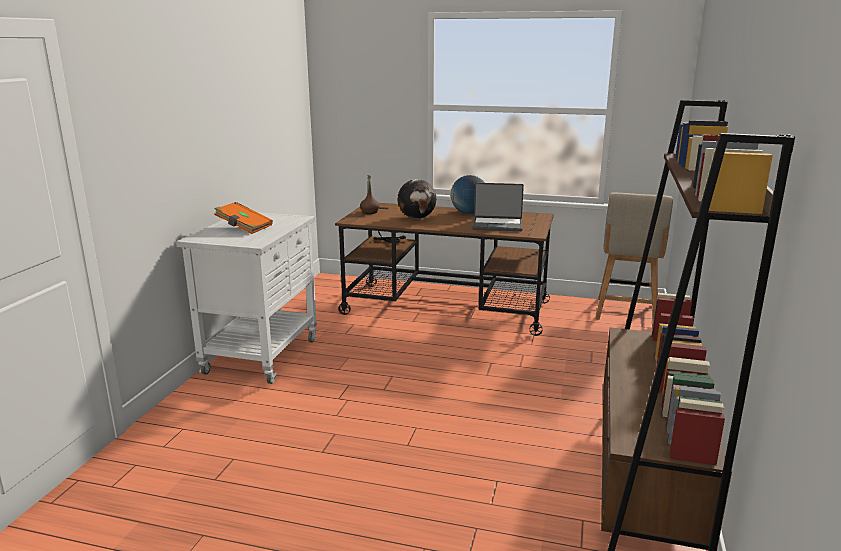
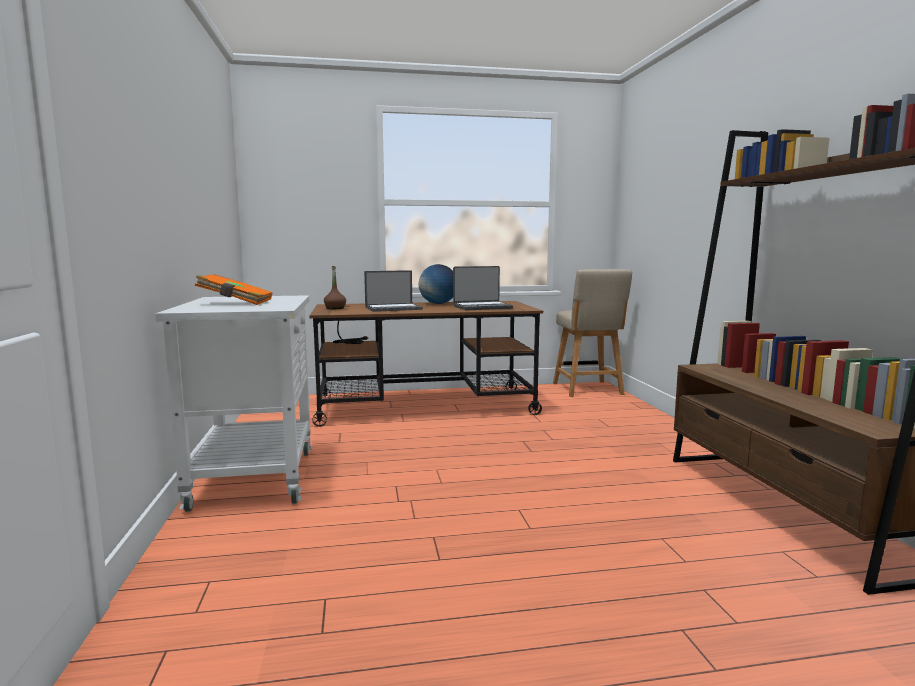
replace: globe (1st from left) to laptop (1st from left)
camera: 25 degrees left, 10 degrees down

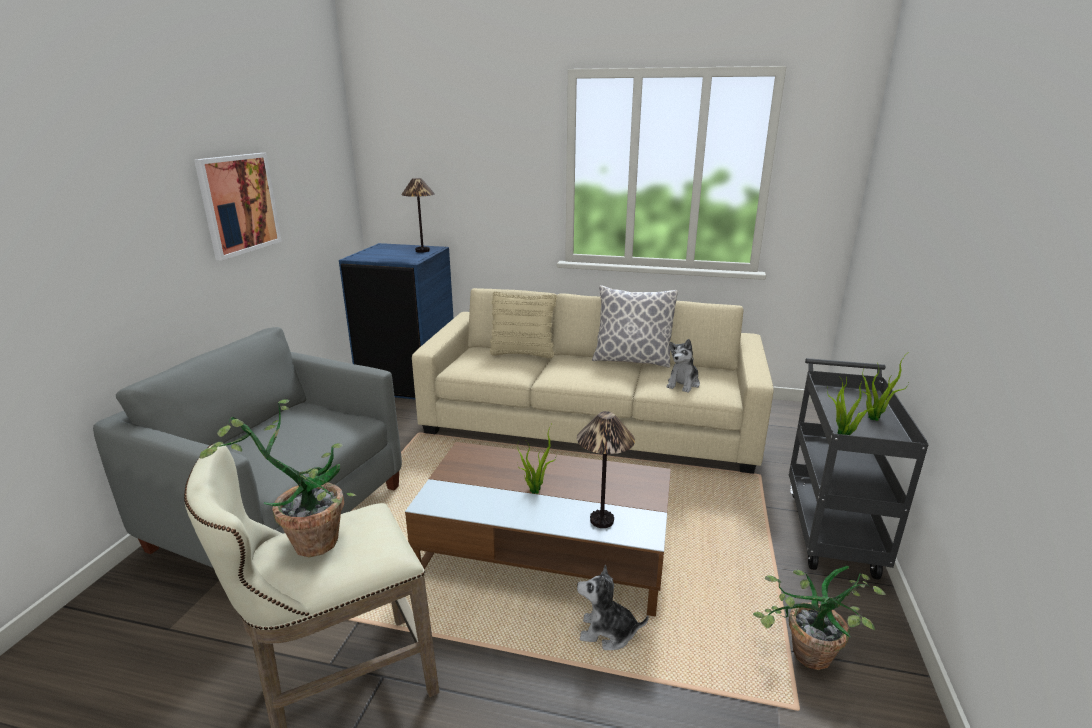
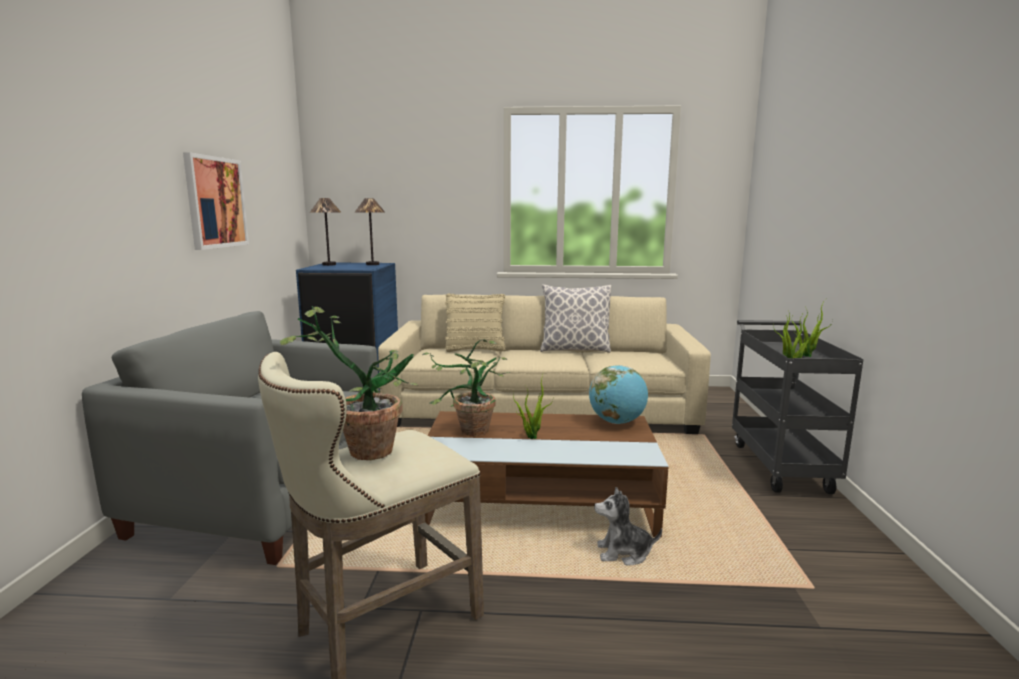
delete: plush_toy (2nd from left)
insert: globe
move: table_lamp (2nd from left in the first image) to table_lamp (1st from left); potted_plant (3rd from left in the first image) to potted_plant (2nd from left)
camera: 10 degrees left, 10 degrees down

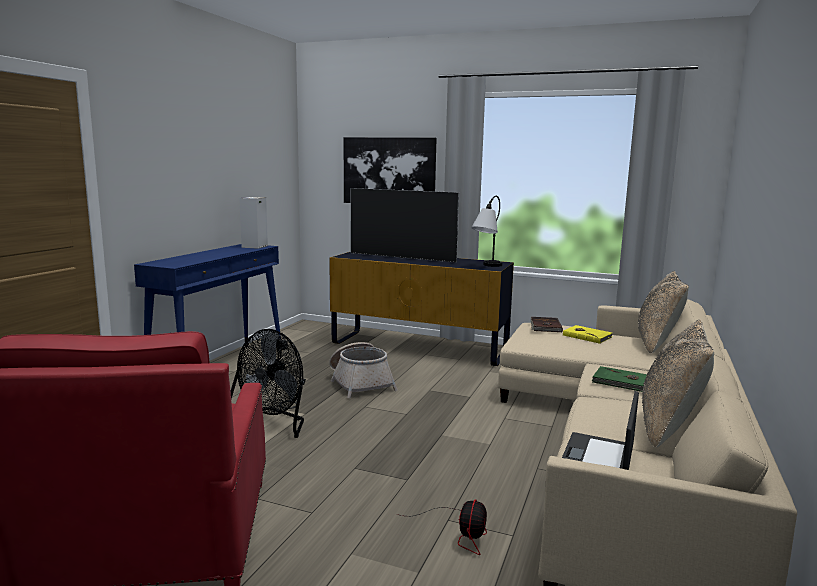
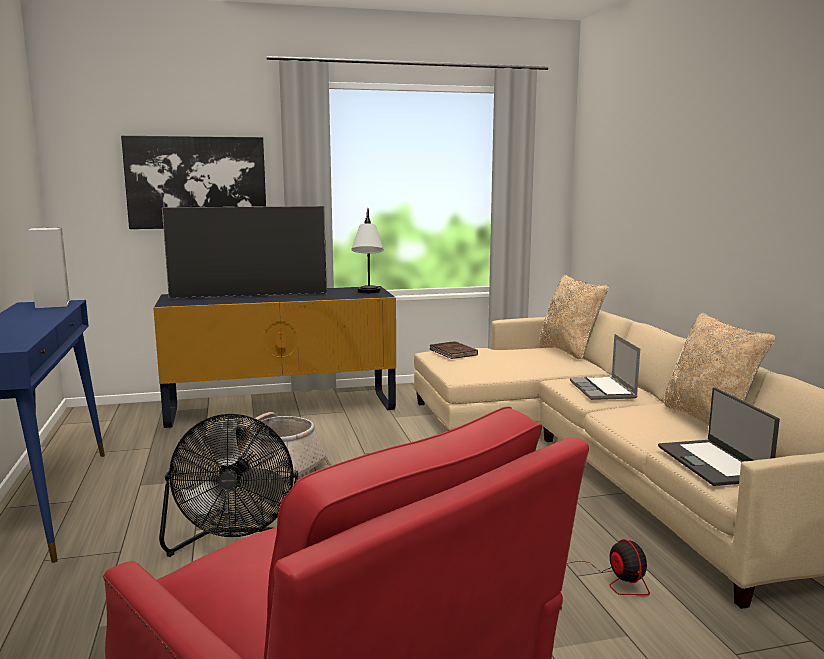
delete: yellow_book
replace: green_book to laptop (1st from left)
camera: 35 degrees left, 0 degrees up

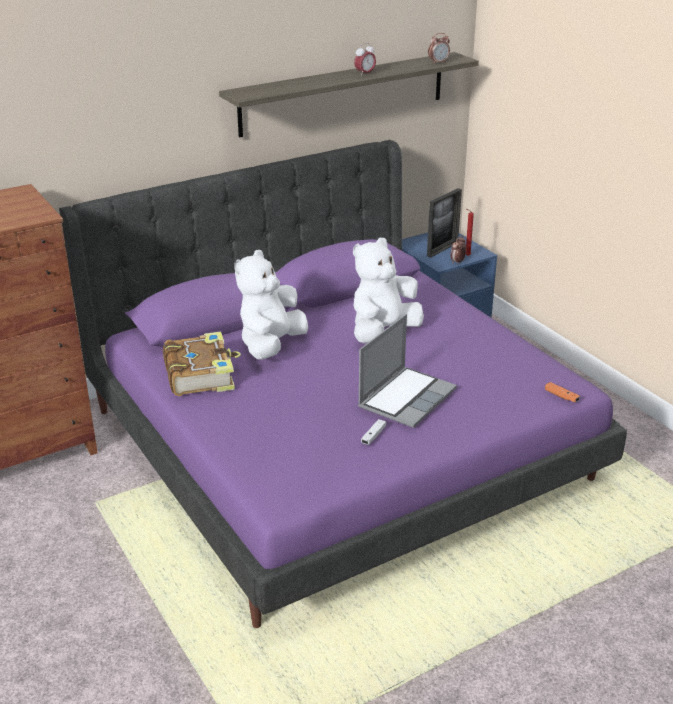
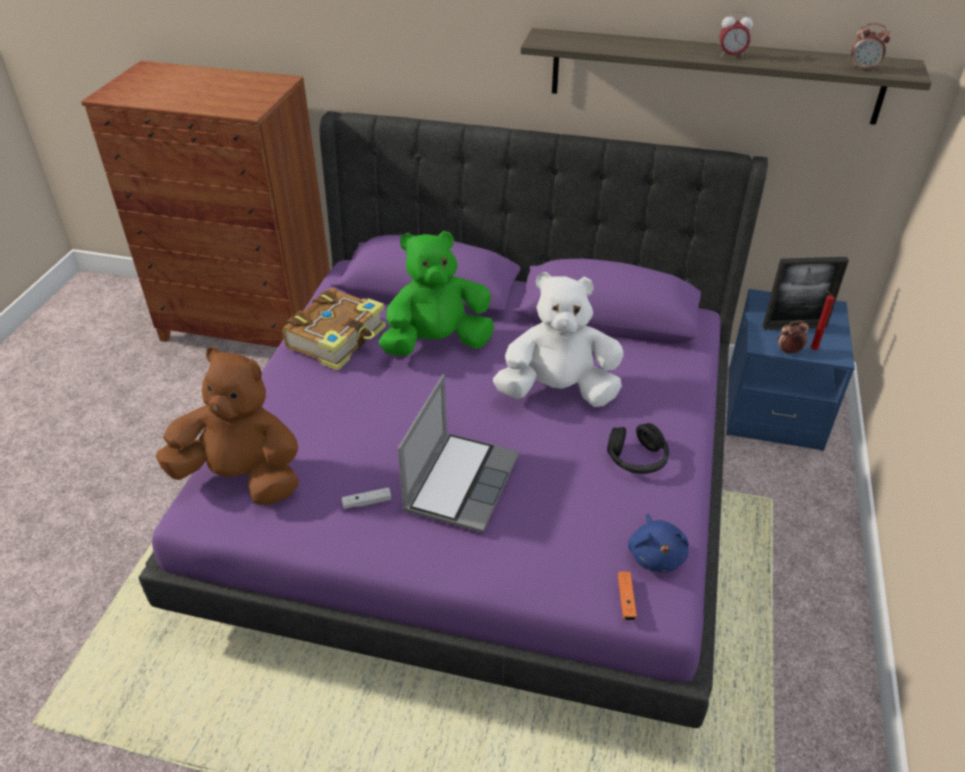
insert: brown_plush_toy; black_headphones; blue_plush_toy
recolor: white_plush_toy (1st from left) to green_plush_toy
rotate: laptop 60 degrees counterclockwise
camera: 45 degrees right, 10 degrees up

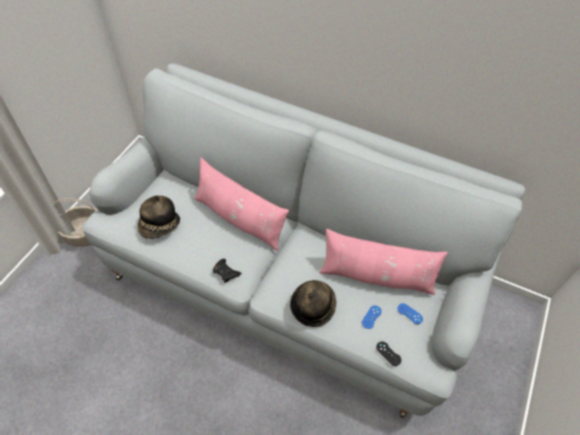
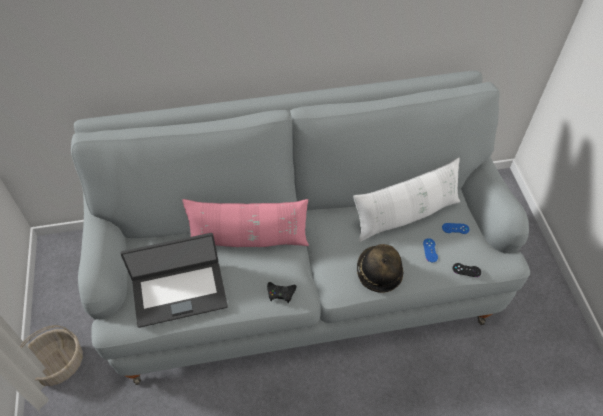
replace: hat (1st from left) to laptop
recolor: pink_pillow (2nd from left) to white_pillow
camera: 35 degrees left, 0 degrees up

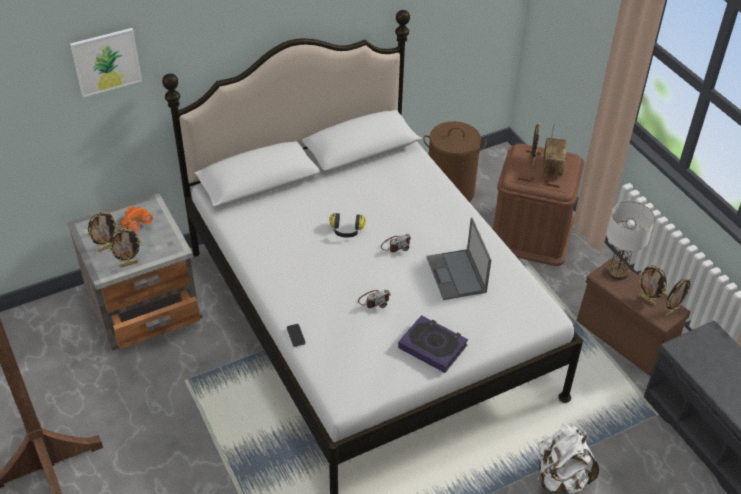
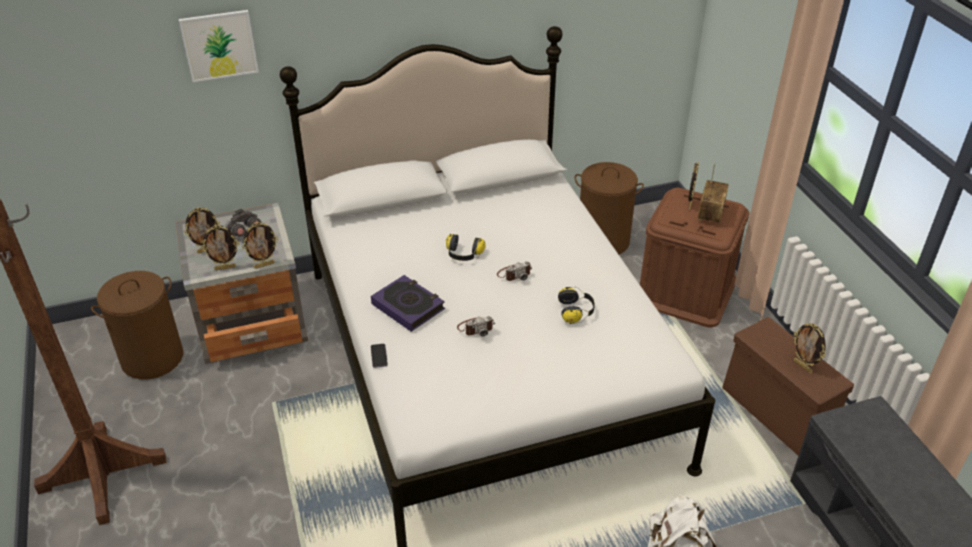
delete: table_lamp
insert: brown_laundry_basket (1st from left)
move: book; picture_frame (5th from left in the first image) to picture_frame (3rd from left)
replace: laptop to headphones (2nd from left)
recolor: orange_binoculars to grey_binoculars
camera: 10 degrees right, 5 degrees down

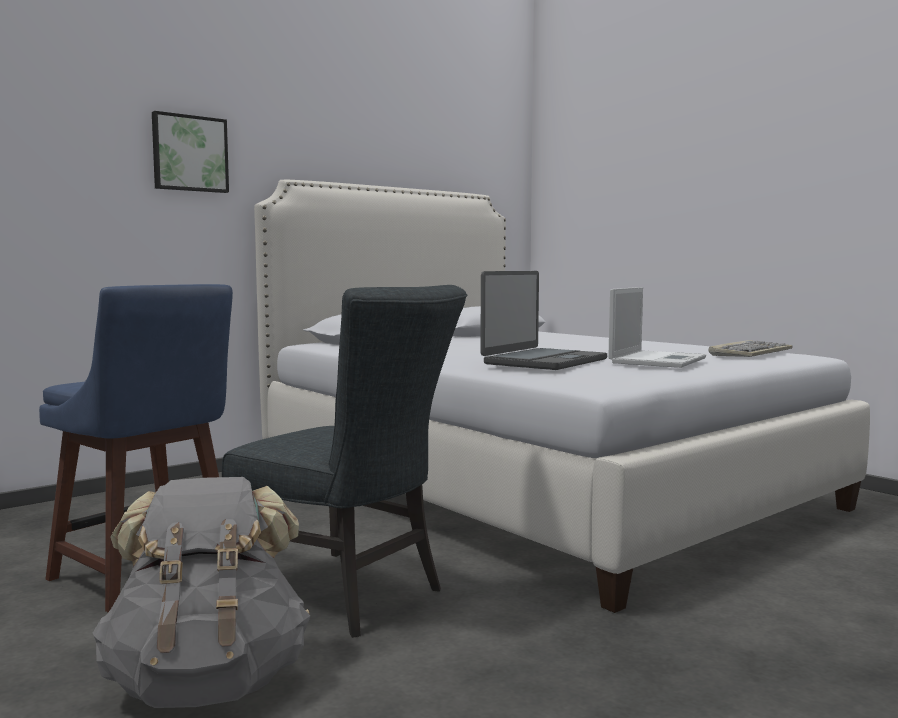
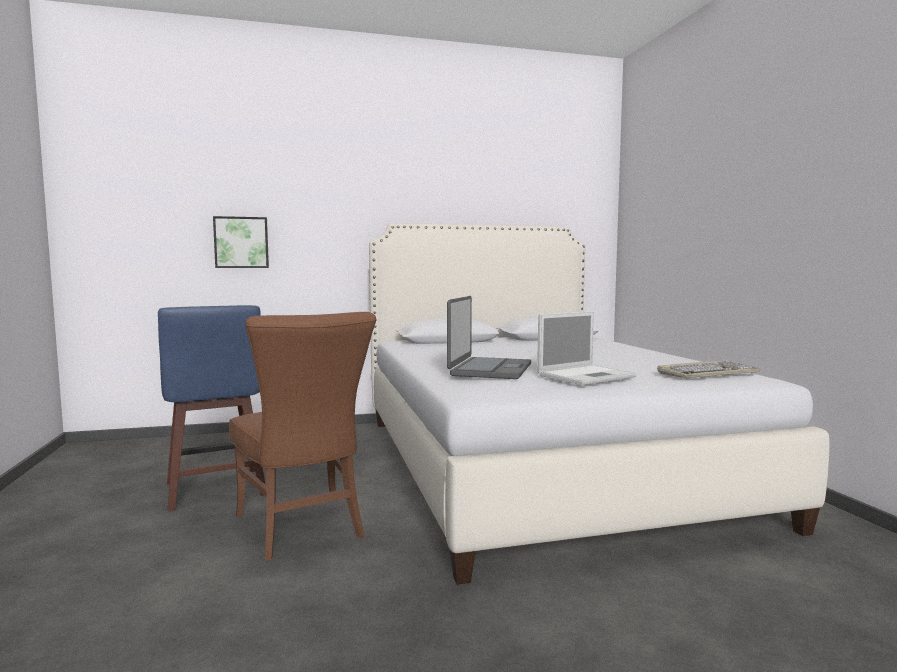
delete: grey_backpack
move: picture
recolor: grey_chair to brown_chair
rotate: laptop (1st from left) 45 degrees counterclockwise
camera: 25 degrees right, 0 degrees up

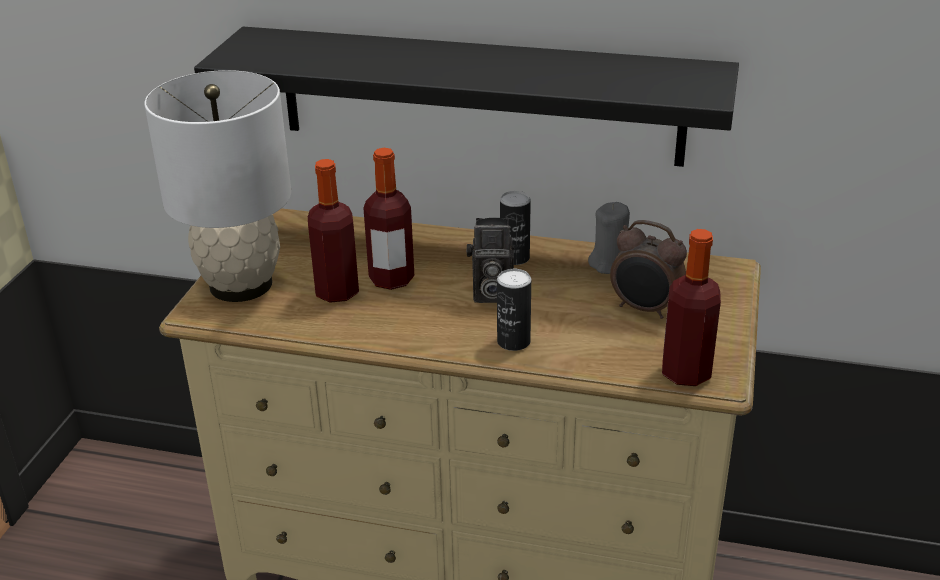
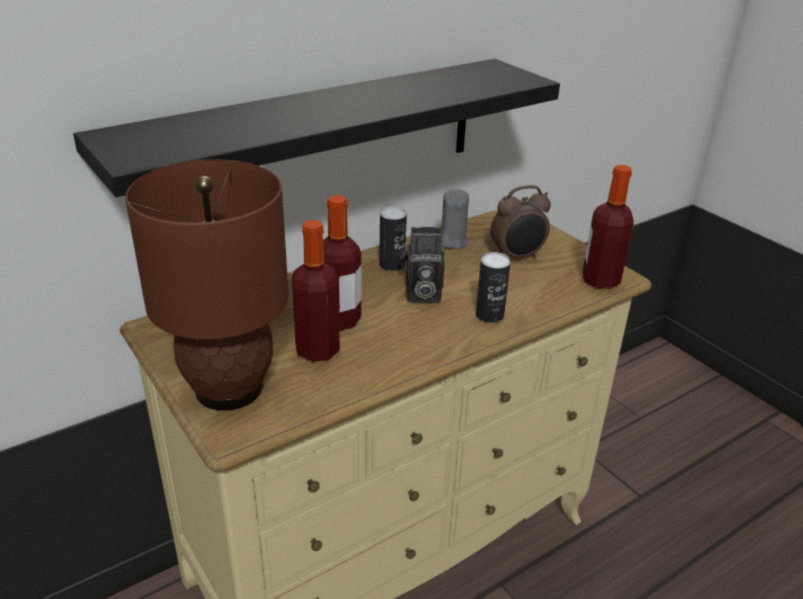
recolor: white_table_lamp to brown_table_lamp
rotate: photo_camera 45 degrees clockwise
camera: 50 degrees left, 0 degrees up

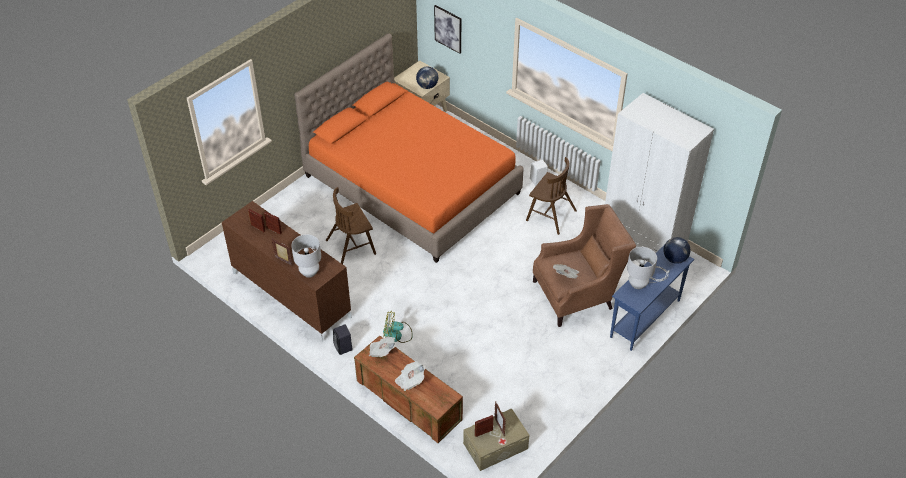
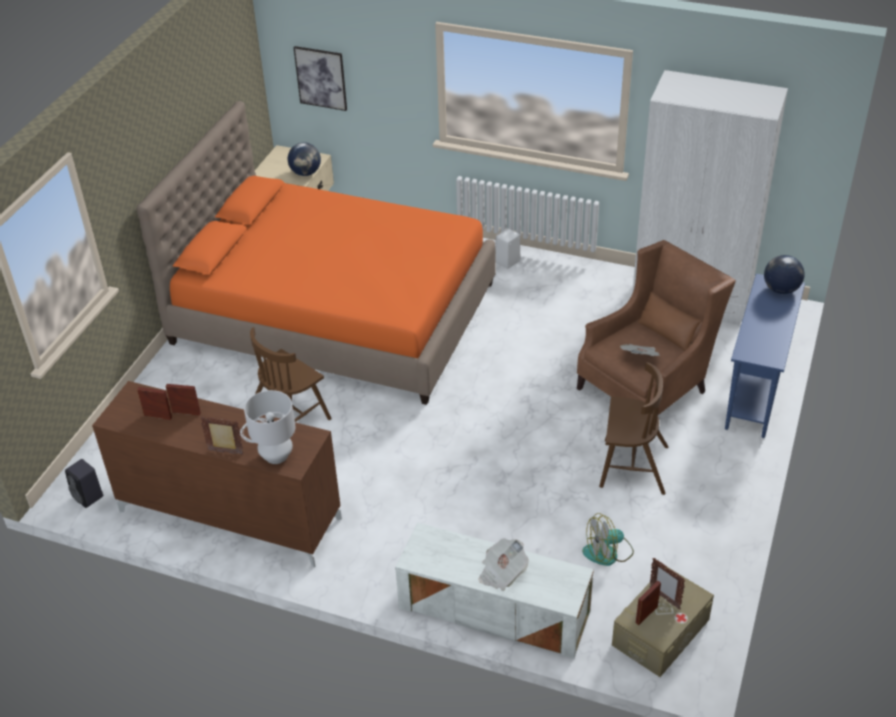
delete: newspaper (1st from left); grey_table_lamp (2nd from left)
move: black_speaker; fan; brown_chair (2nd from left)
recolor: brown_bench to white_bench
camera: 20 degrees left, 5 degrees down

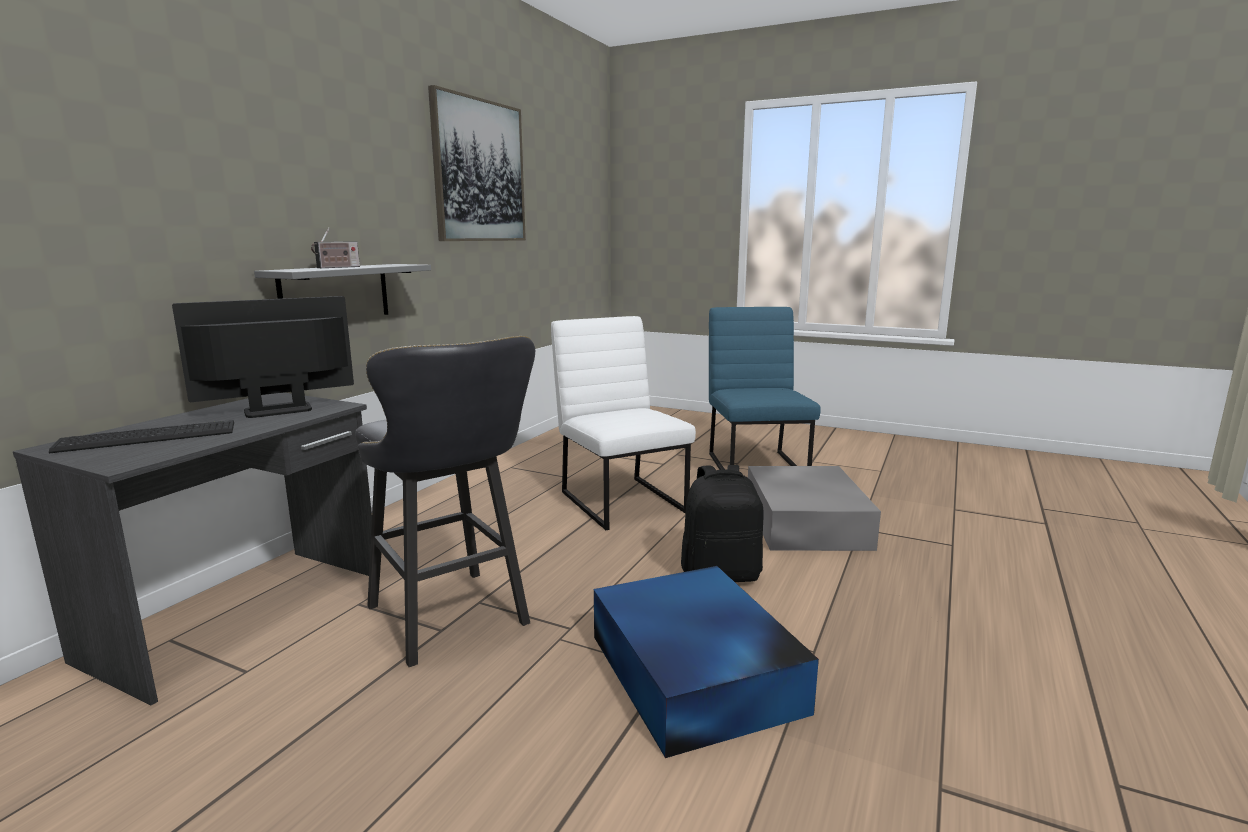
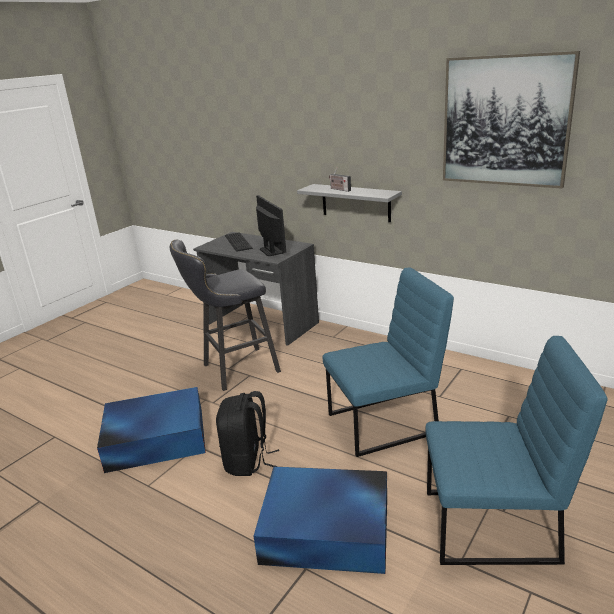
recolor: white_chair to blue_chair (1st from left); grey_storage_box to blue_storage_box (2nd from left)
camera: 100 degrees right, 10 degrees up

